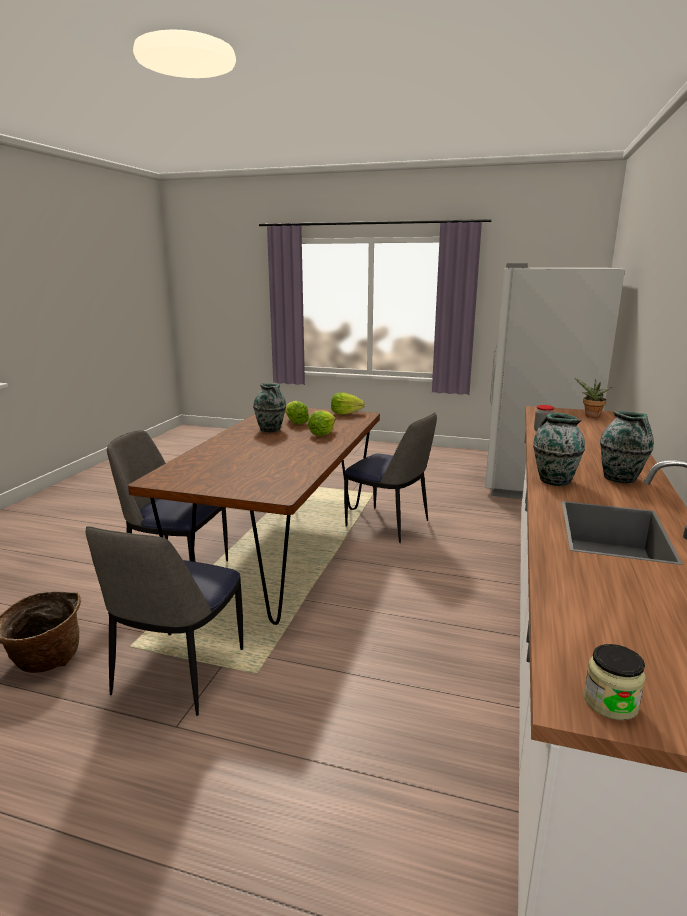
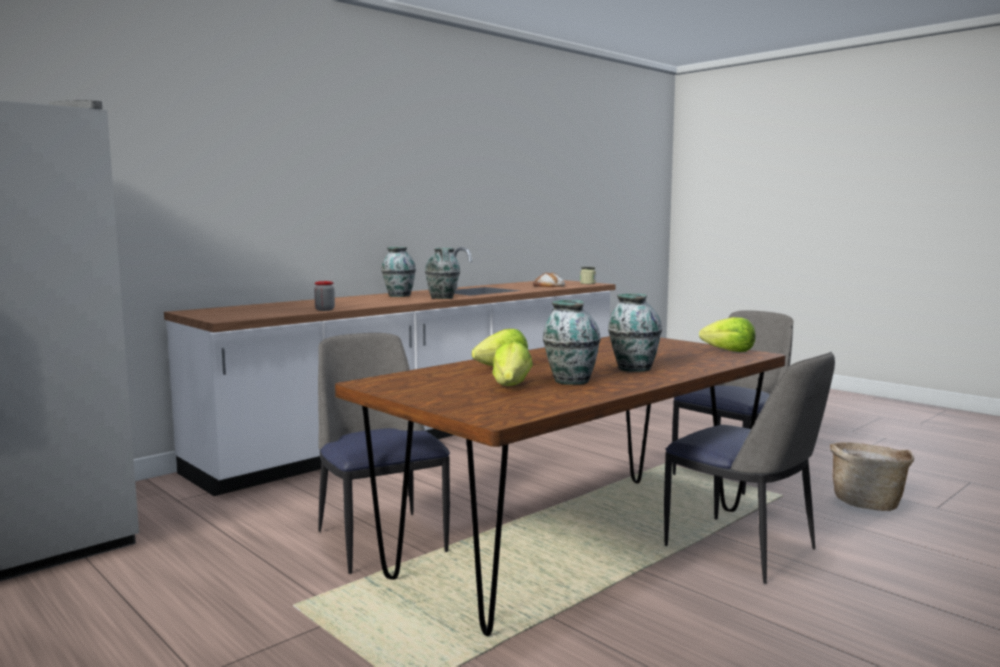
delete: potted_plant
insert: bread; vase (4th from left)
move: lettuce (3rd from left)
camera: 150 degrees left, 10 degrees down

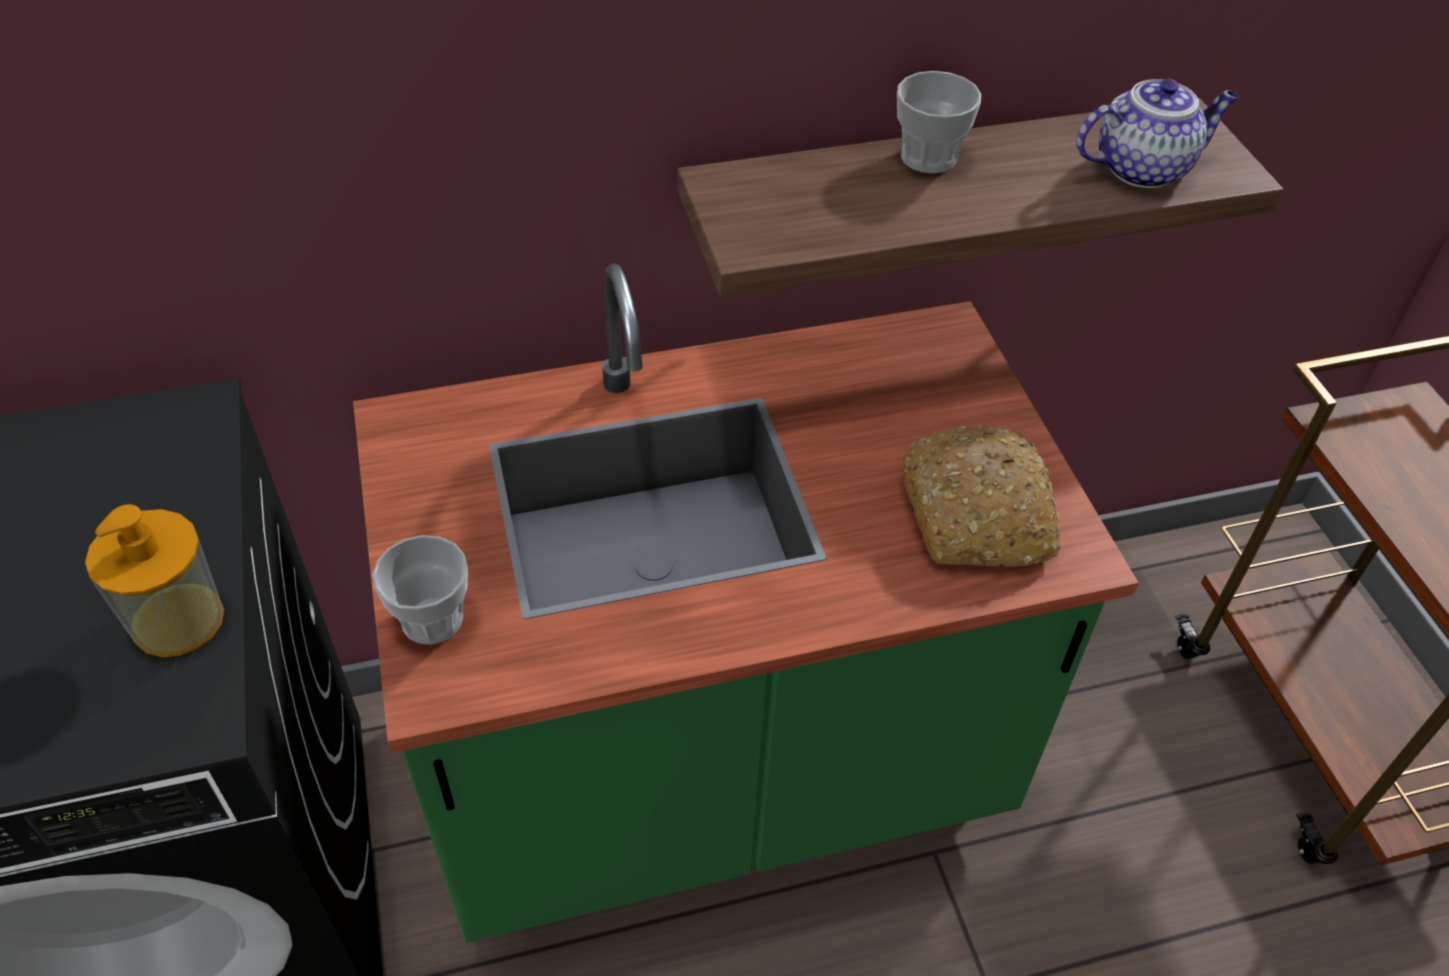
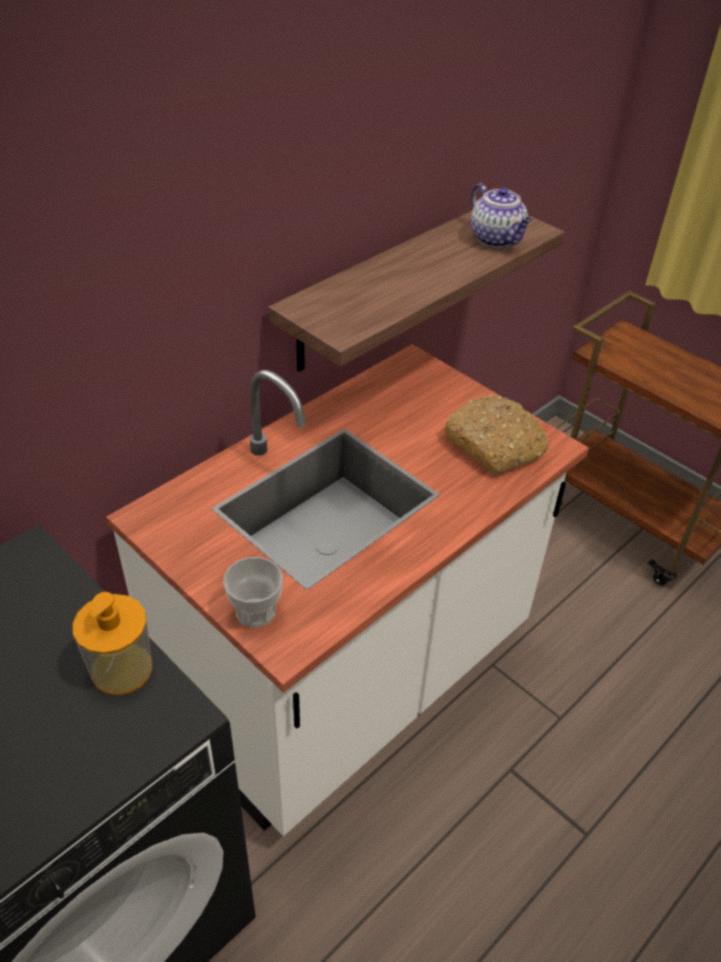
delete: cup (2nd from left)
recolor: green_counter to white_counter
rotate: teapot 105 degrees clockwise
camera: 30 degrees left, 5 degrees down

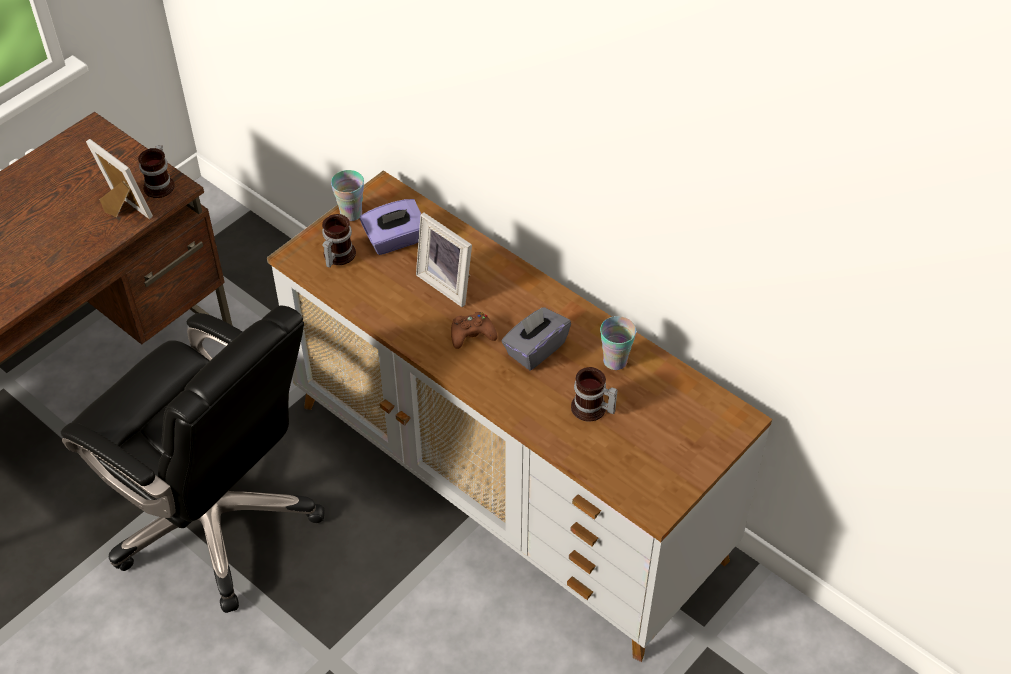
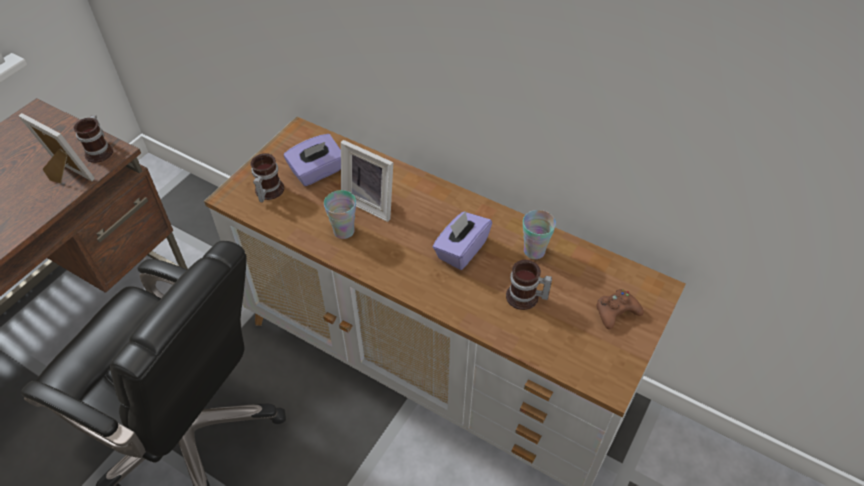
move: cup (1st from left); brown_game_controller
recolor: grey_tissue_box to purple_tissue_box (2nd from left)
camera: 10 degrees left, 0 degrees up

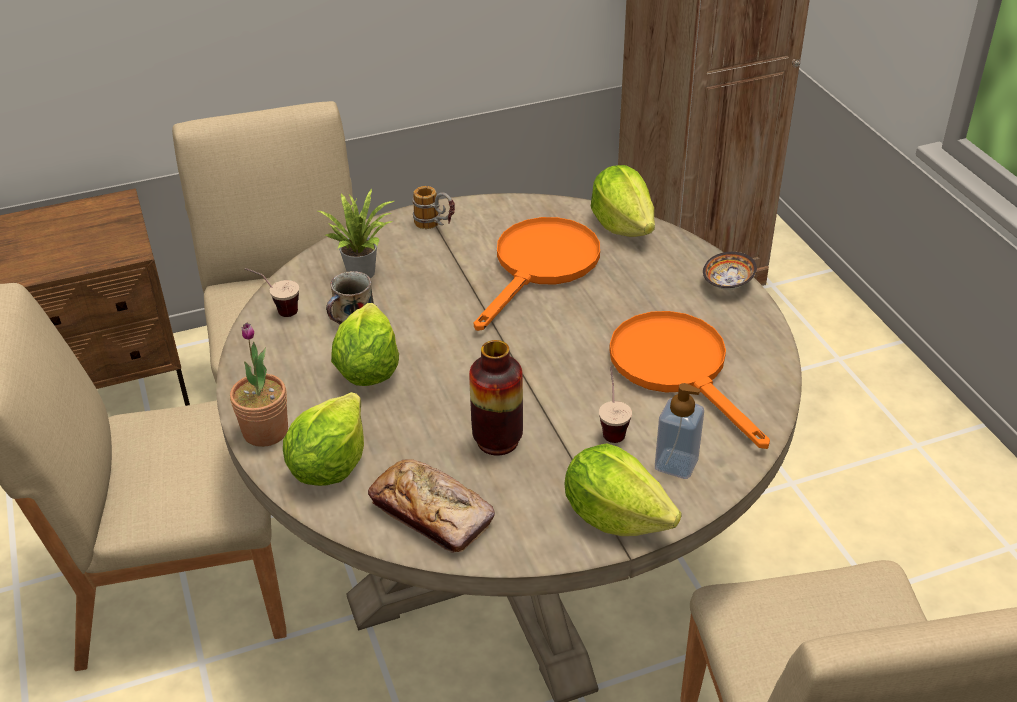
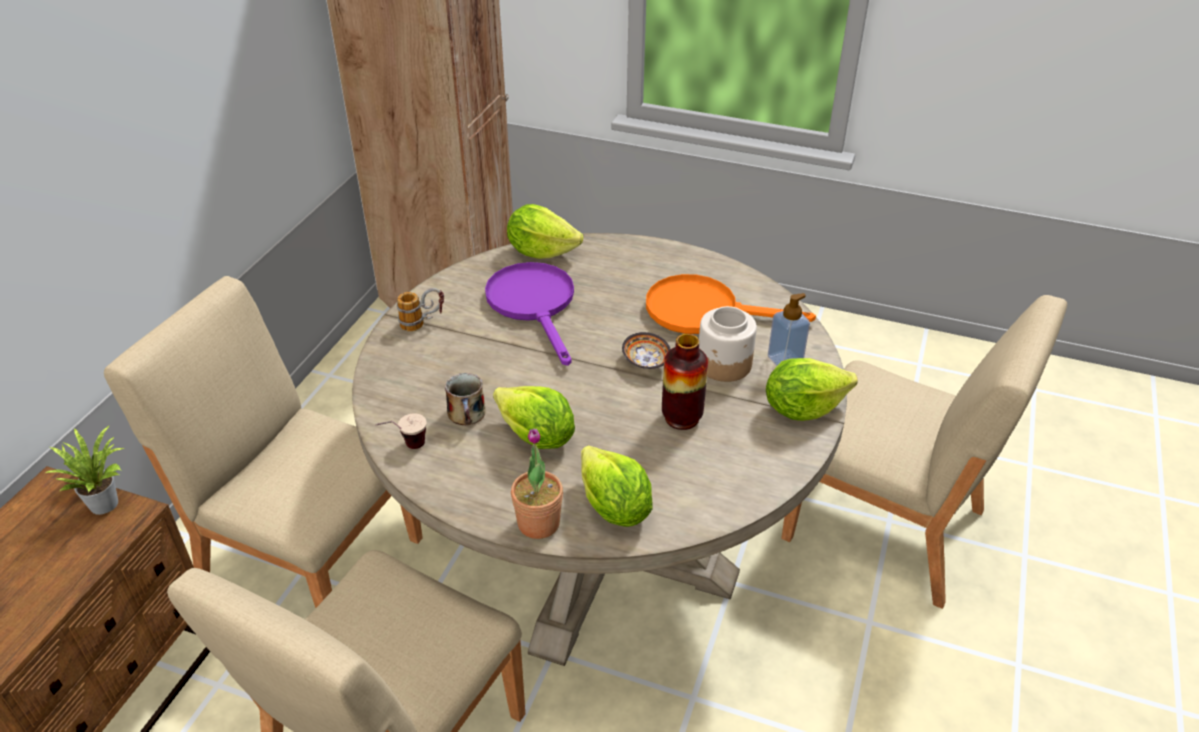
delete: bread
move: potted_plant (2nd from left in the first image) to potted_plant (1st from left); bowl
replace: cup (2nd from left) to jar
recolor: orange_frying_pan (1st from left) to purple_frying_pan
camera: 50 degrees left, 0 degrees up

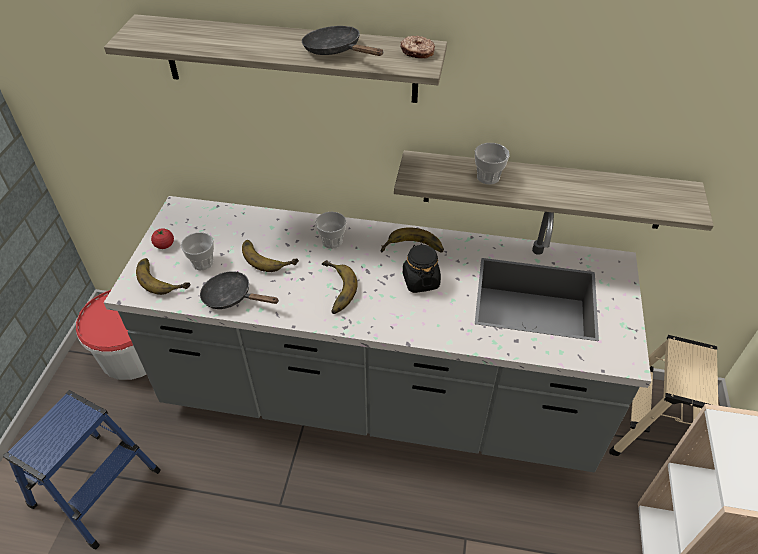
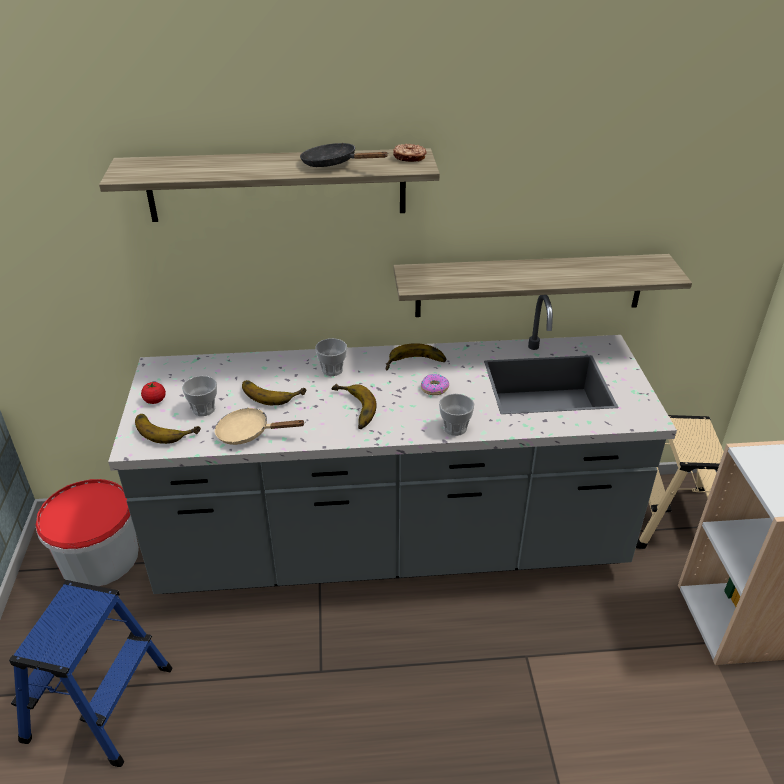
move: cup (3rd from left)
replace: black_jar to donut (2nd from left)
recolor: black_frying_pan (1st from left) to beige_frying_pan
camera: 15 degrees left, 10 degrees down

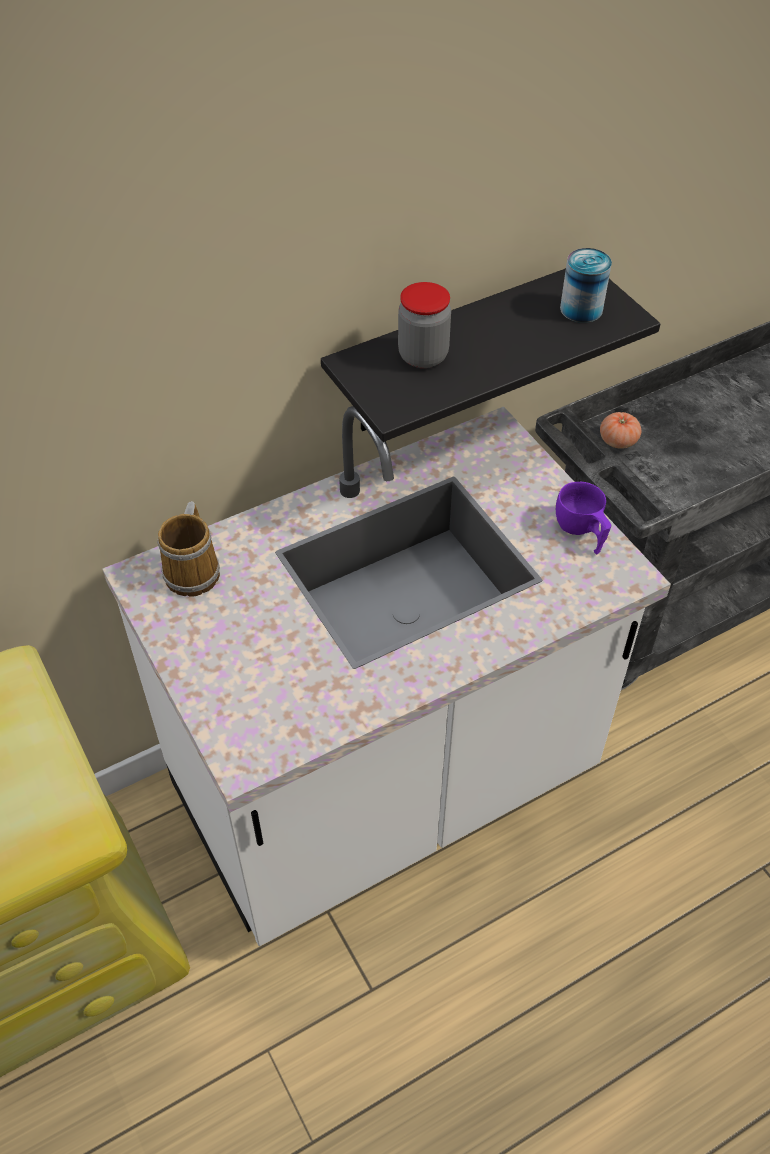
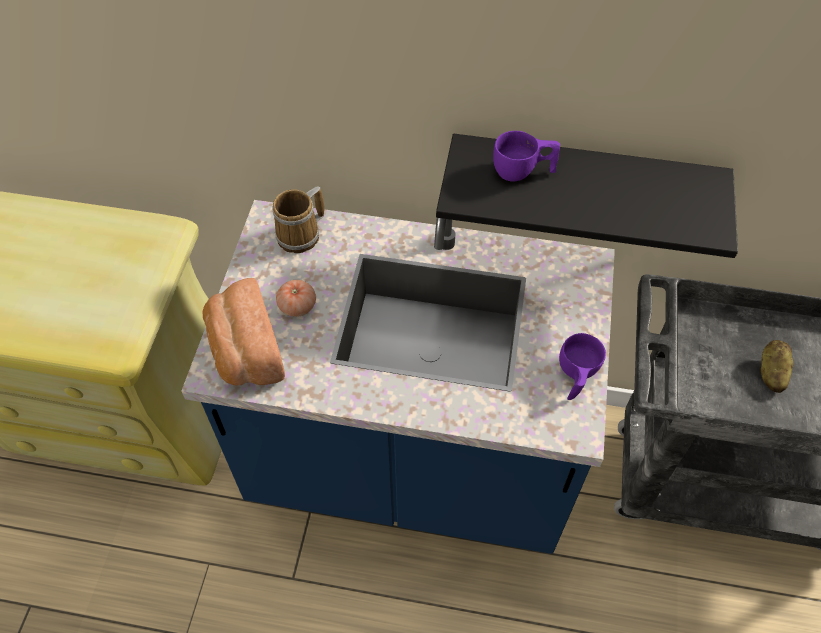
delete: can
insert: bread; potato
move: tomato
replace: jar to purple_cup (1st from left)
recolor: white_counter to blue_counter
camera: 40 degrees right, 5 degrees up

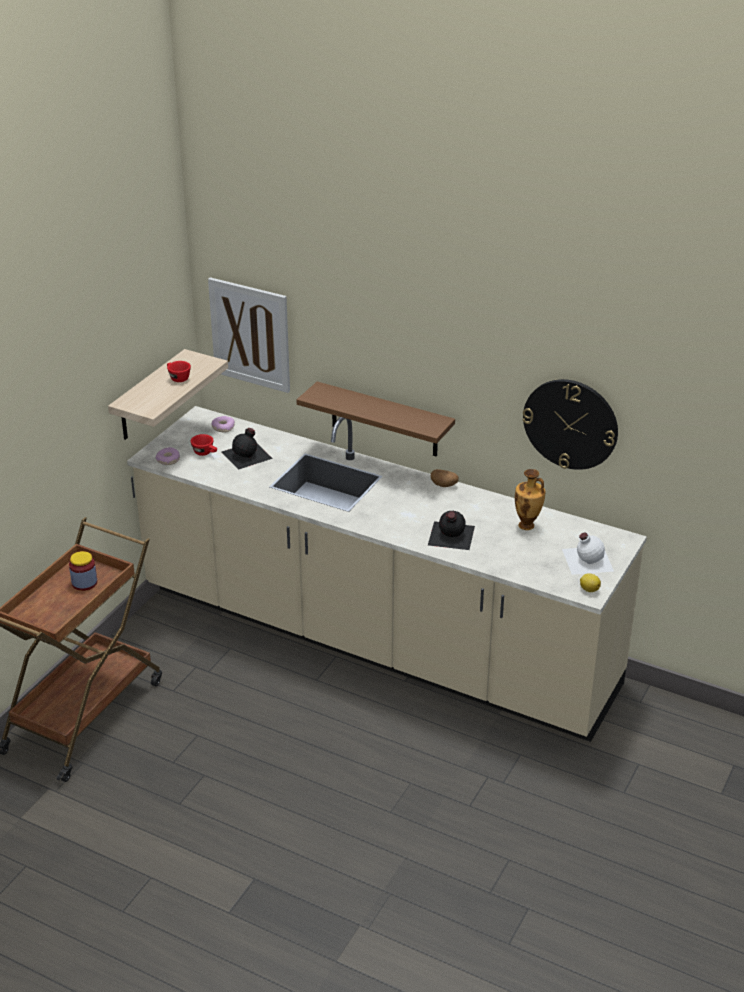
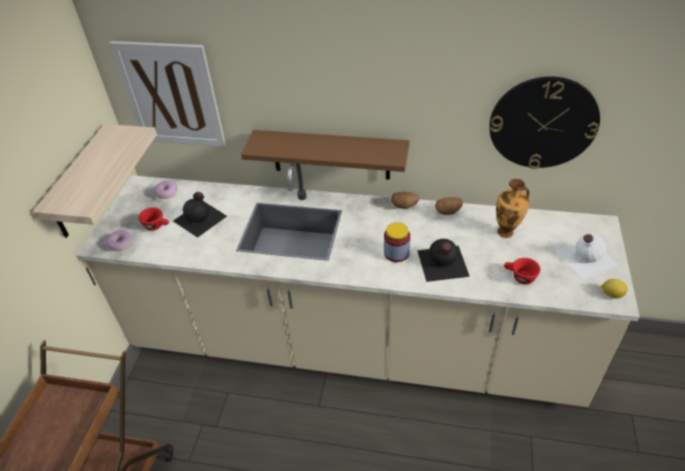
insert: potato (2nd from left)
move: jar; red_cup (1st from left in the first image) to red_cup (2nd from left)
camera: 15 degrees left, 10 degrees up

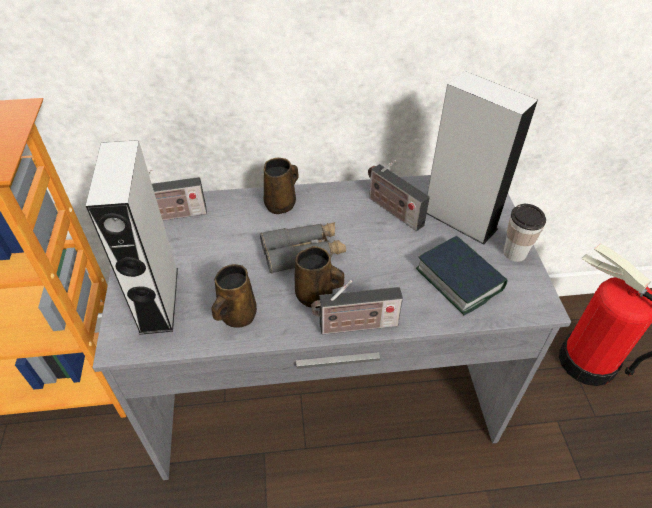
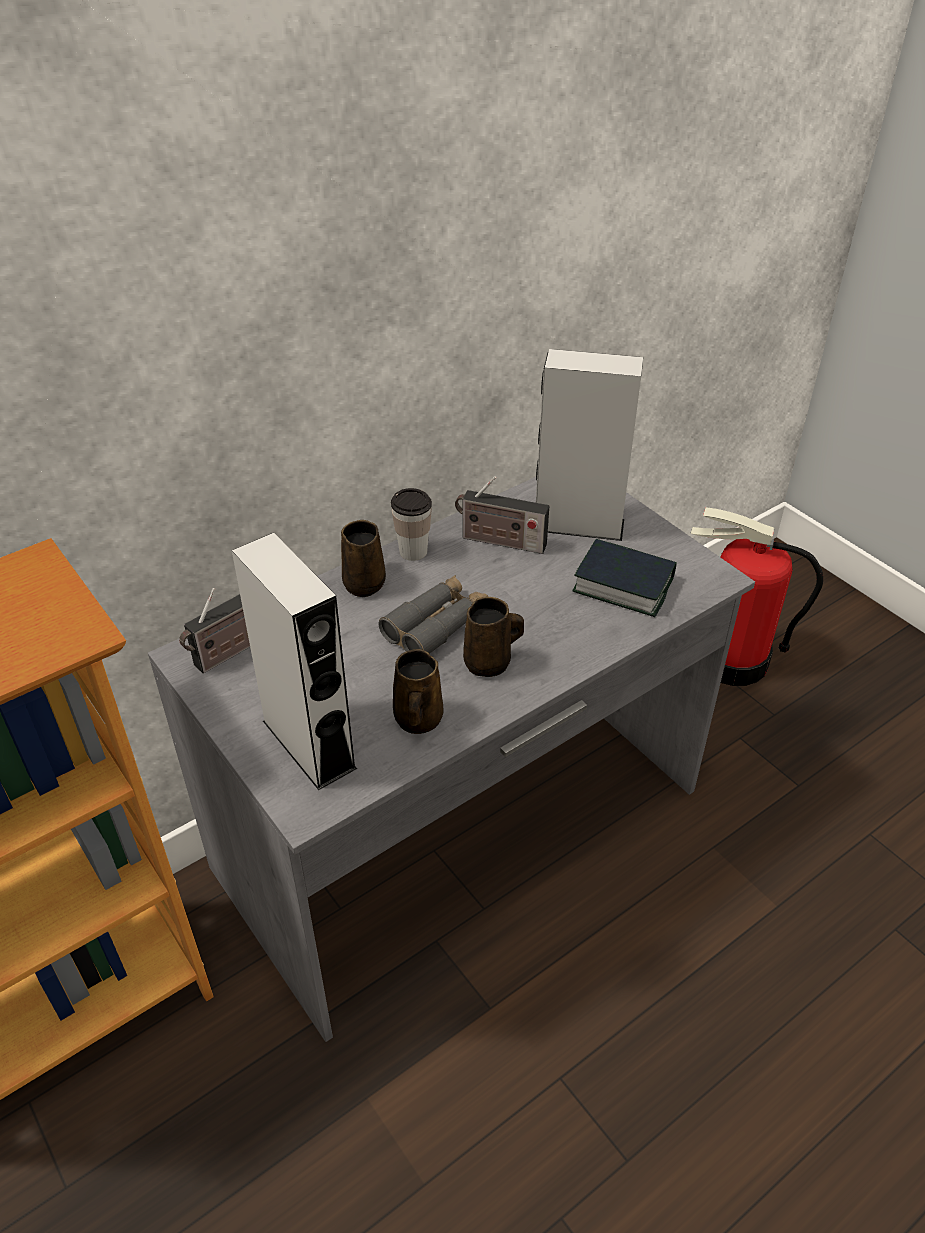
delete: radio (2nd from left)
move: cup
camera: 30 degrees left, 5 degrees down

